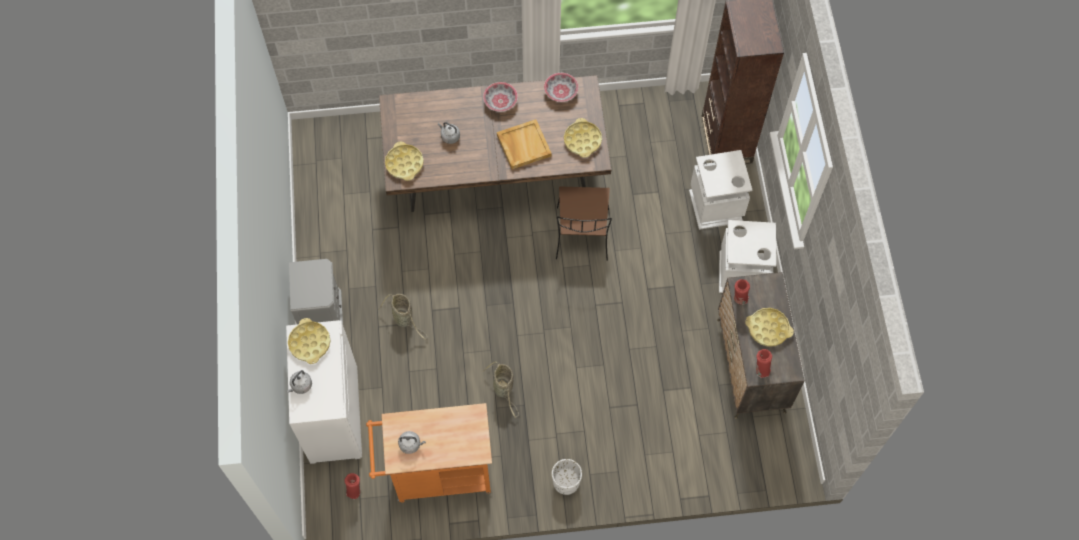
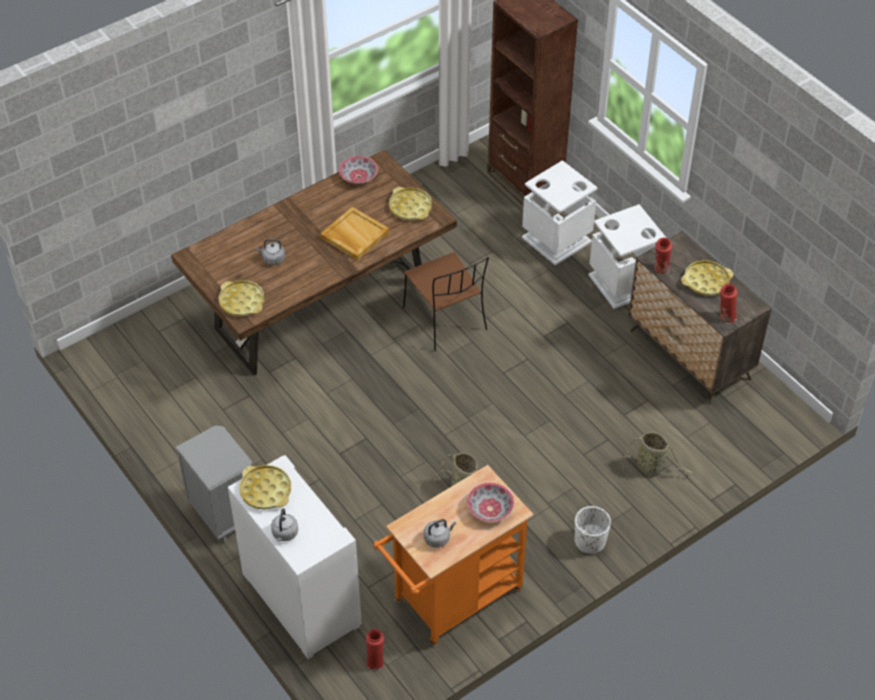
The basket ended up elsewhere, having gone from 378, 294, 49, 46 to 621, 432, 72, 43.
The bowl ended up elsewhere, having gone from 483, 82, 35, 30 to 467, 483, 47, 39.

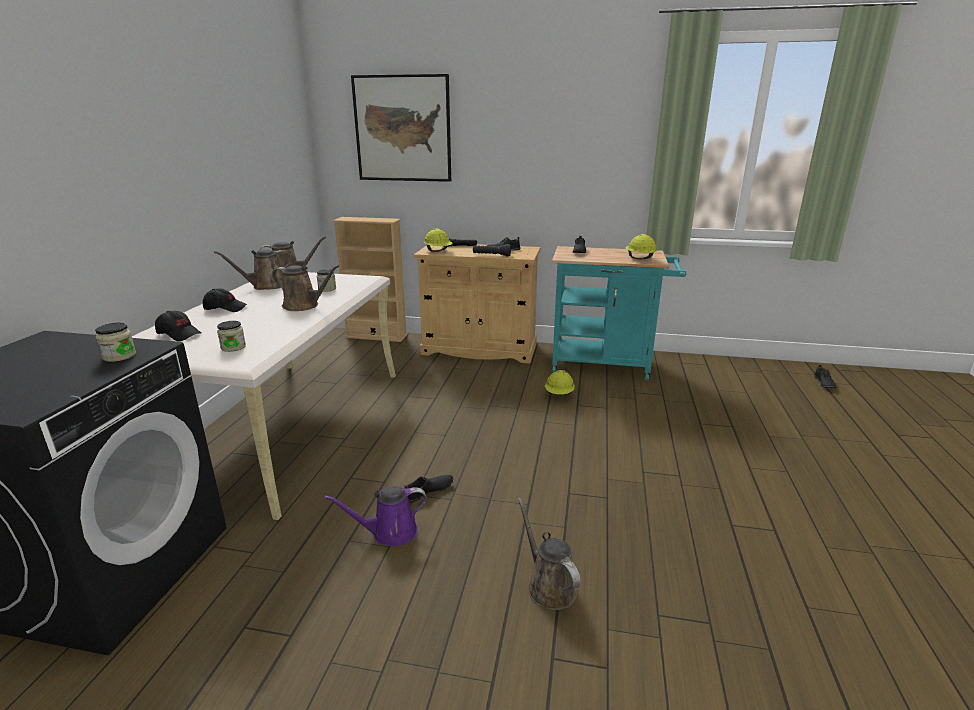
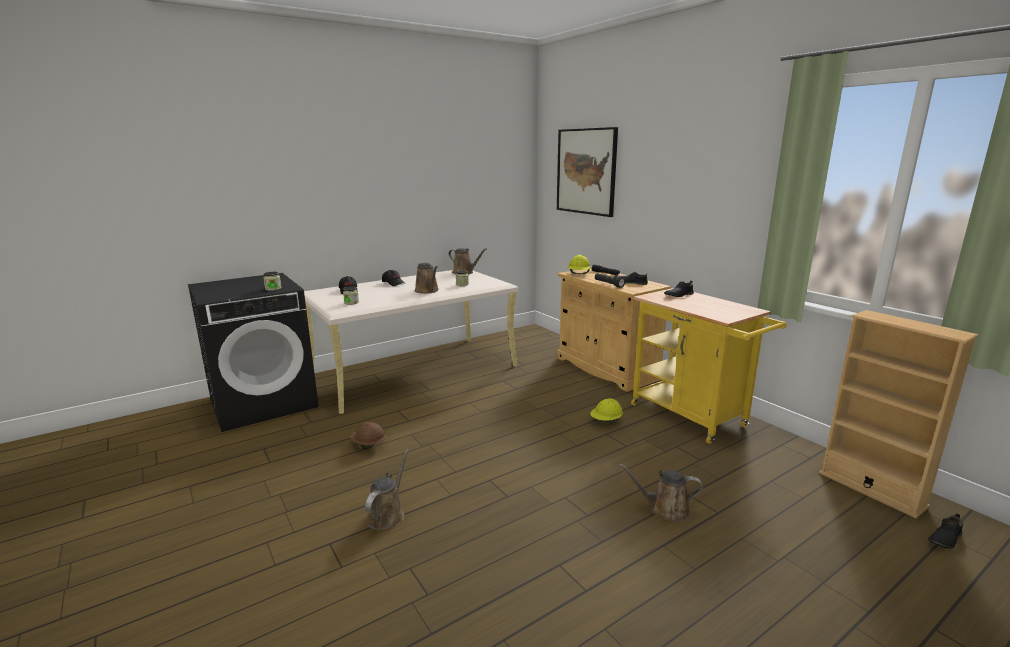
The brown watering can ended up elsewhere, having gone from 214, 249, 77, 41 to 619, 464, 84, 58.
Where the purple watering can stood at 324, 486, 103, 60, the brown hard hat came to stand at 351, 422, 35, 27.
The beige bookcase ended up elsewhere, having gone from 333, 217, 75, 125 to 819, 310, 160, 208.
The second view lost the black shoe at 404, 475, 49, 28.
What was the turquoise cart at 552, 246, 135, 135 turned into the yellow cart at 631, 288, 155, 156.
The second view lost the yellow hard hat at 626, 234, 31, 25.

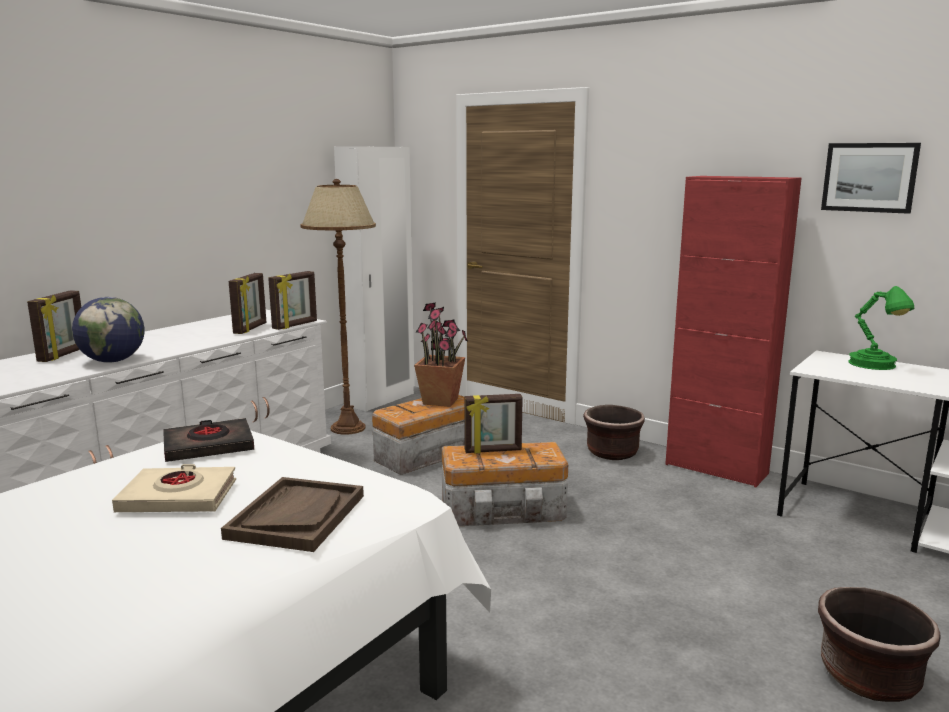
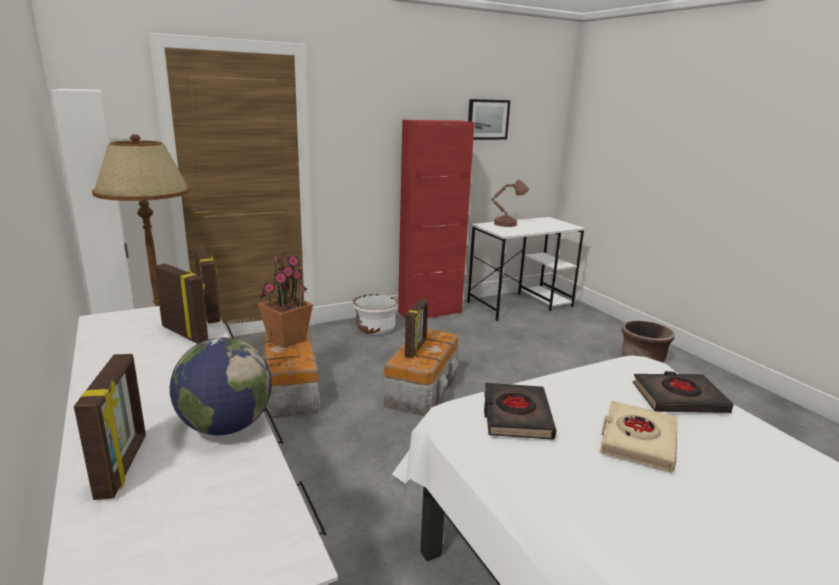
The picture frame at 27, 290, 54, 72 ended up facing another way, 45 degrees clockwise from before.
Where the brown tray stood at 221, 477, 143, 75, the black book came to stand at 633, 371, 101, 42.
What was the brown planter at 583, 405, 62, 55 turned into the white planter at 352, 294, 46, 41.
What was the green table lamp at 848, 286, 66, 84 turned into the brown table lamp at 491, 180, 38, 47.

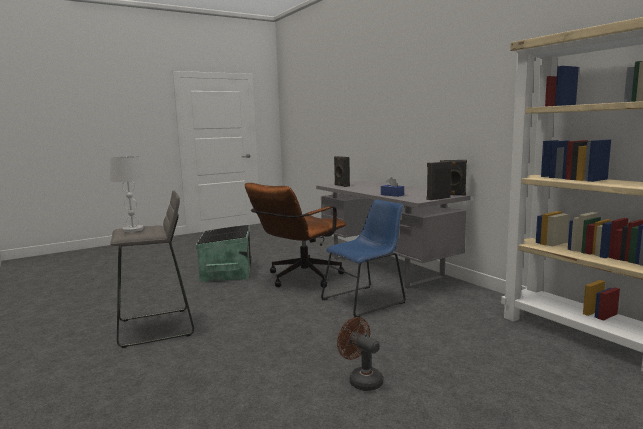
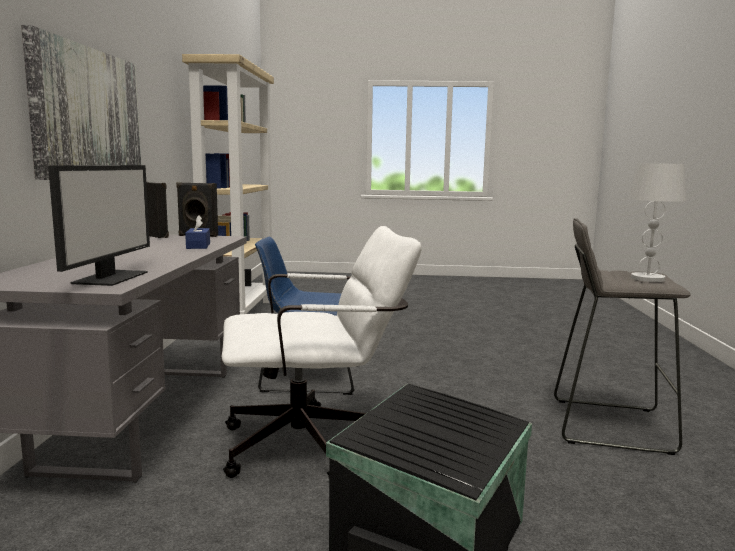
What was the brown office chair at 245, 183, 101, 104 turned into the white office chair at 222, 226, 200, 252.
Where the black speaker stood at 334, 156, 16, 31, the monitor came to stand at 48, 165, 102, 121.
The second view lost the brown fan at 337, 317, 46, 74.
The second view gained the picture at 21, 25, 120, 155.

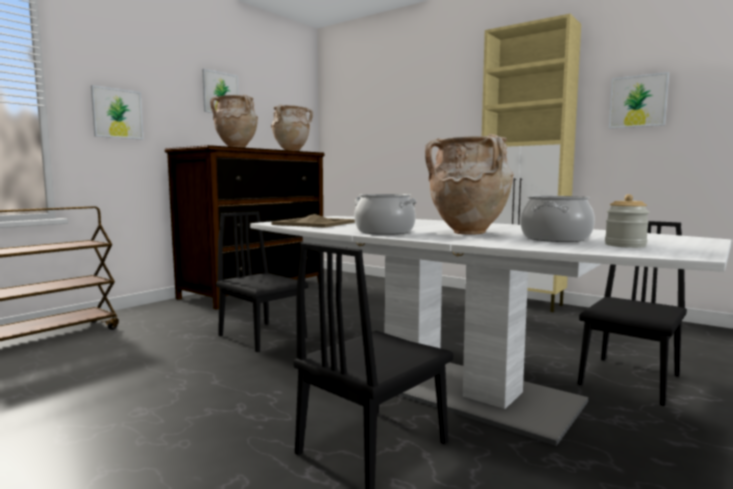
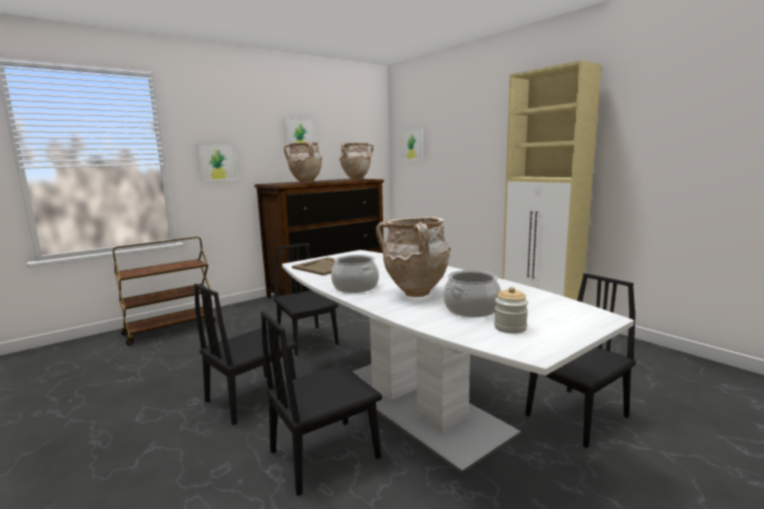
The picture ended up elsewhere, having gone from 609, 72, 60, 57 to 402, 128, 21, 32.
The second view gained the black chair at 194, 284, 103, 141.

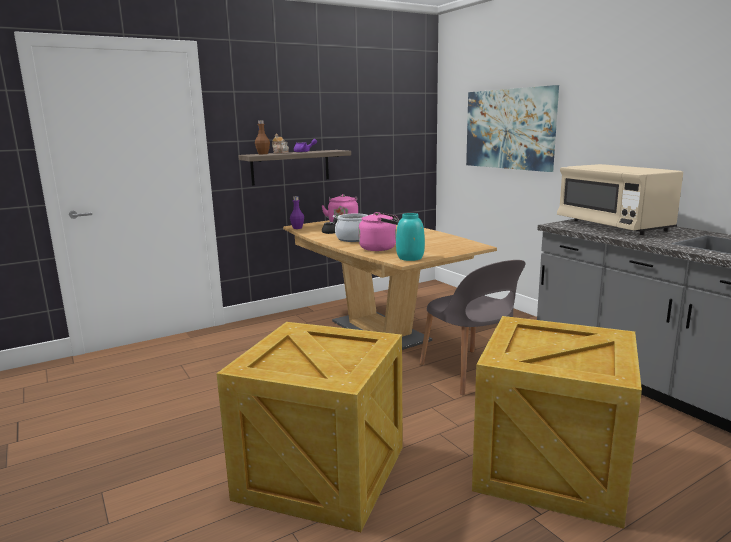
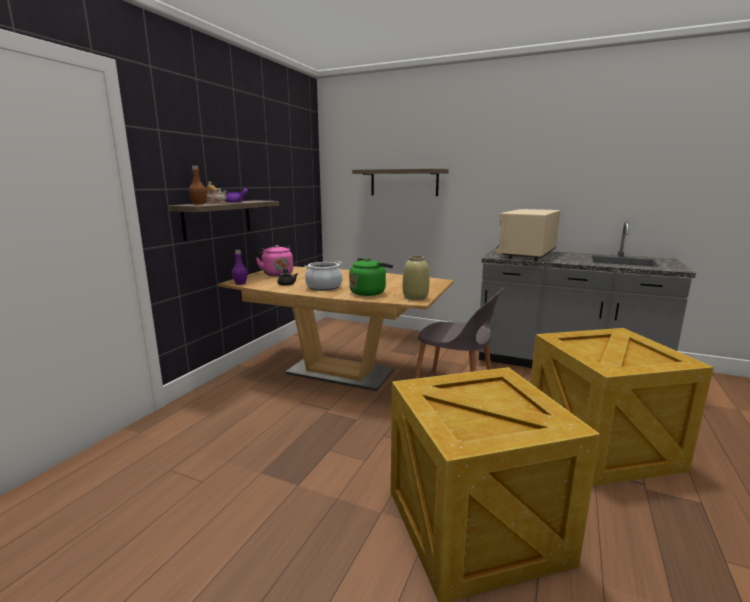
What was the pink kettle at 359, 212, 41, 39 turned into the green kettle at 349, 258, 44, 38.
What was the turquoise vase at 396, 213, 29, 48 turned into the beige vase at 403, 256, 26, 44.
Where the picture hung at 466, 85, 93, 87, the shelf came to hang at 352, 168, 97, 28.
The beige microwave at 557, 164, 126, 71 ended up facing another way, 90 degrees clockwise from before.

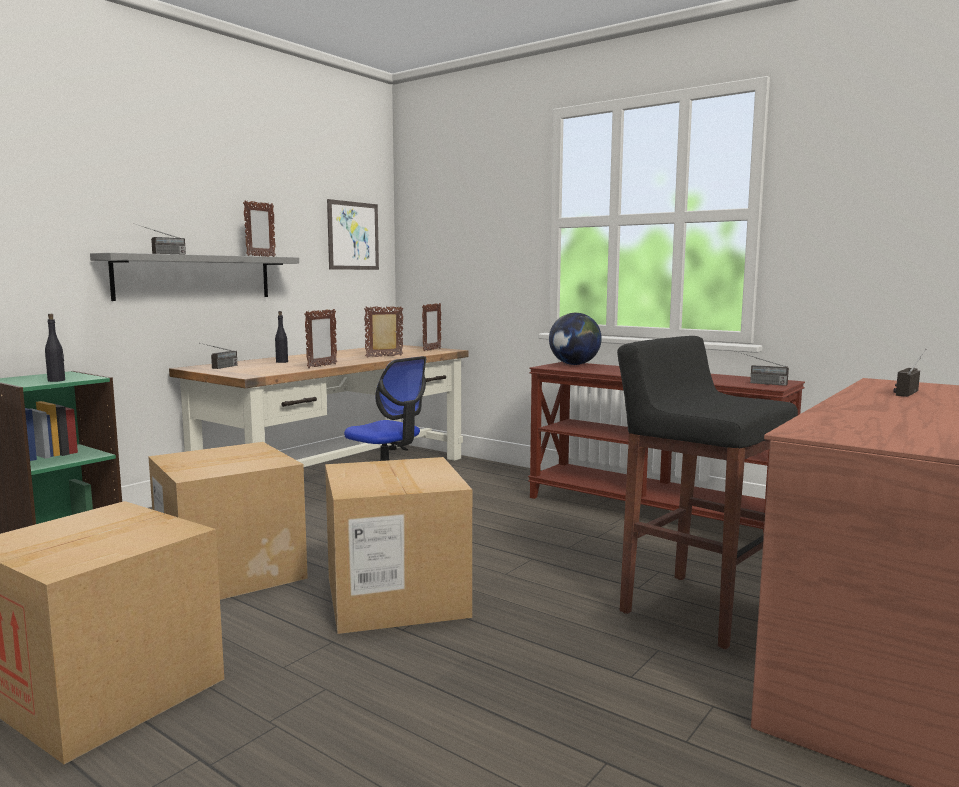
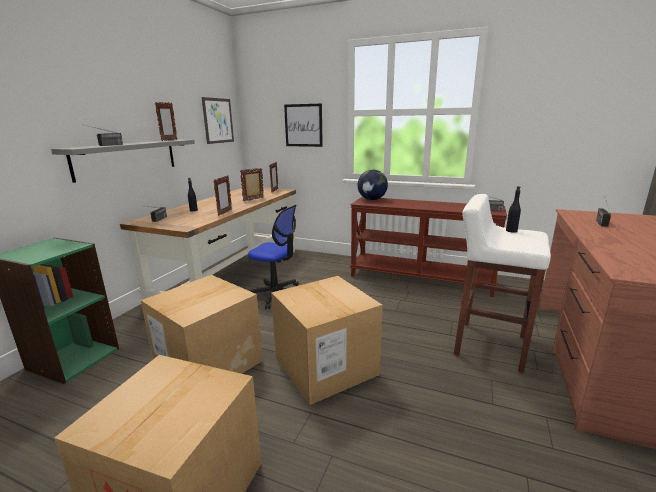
The black bottle ended up elsewhere, having gone from 45, 314, 20, 68 to 506, 186, 15, 47.
What was the black stool at 617, 336, 181, 313 turned into the white stool at 454, 194, 97, 179.
The second view gained the picture at 284, 104, 39, 43.

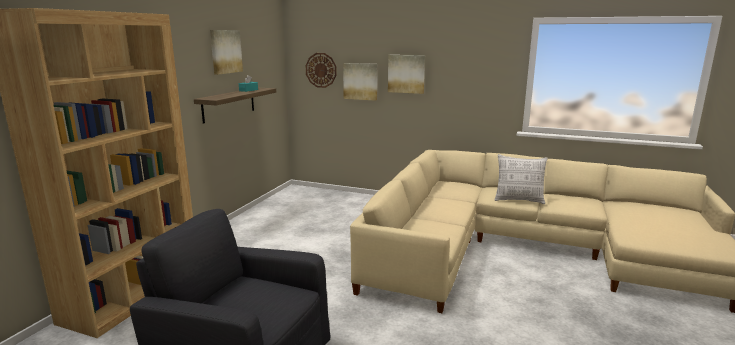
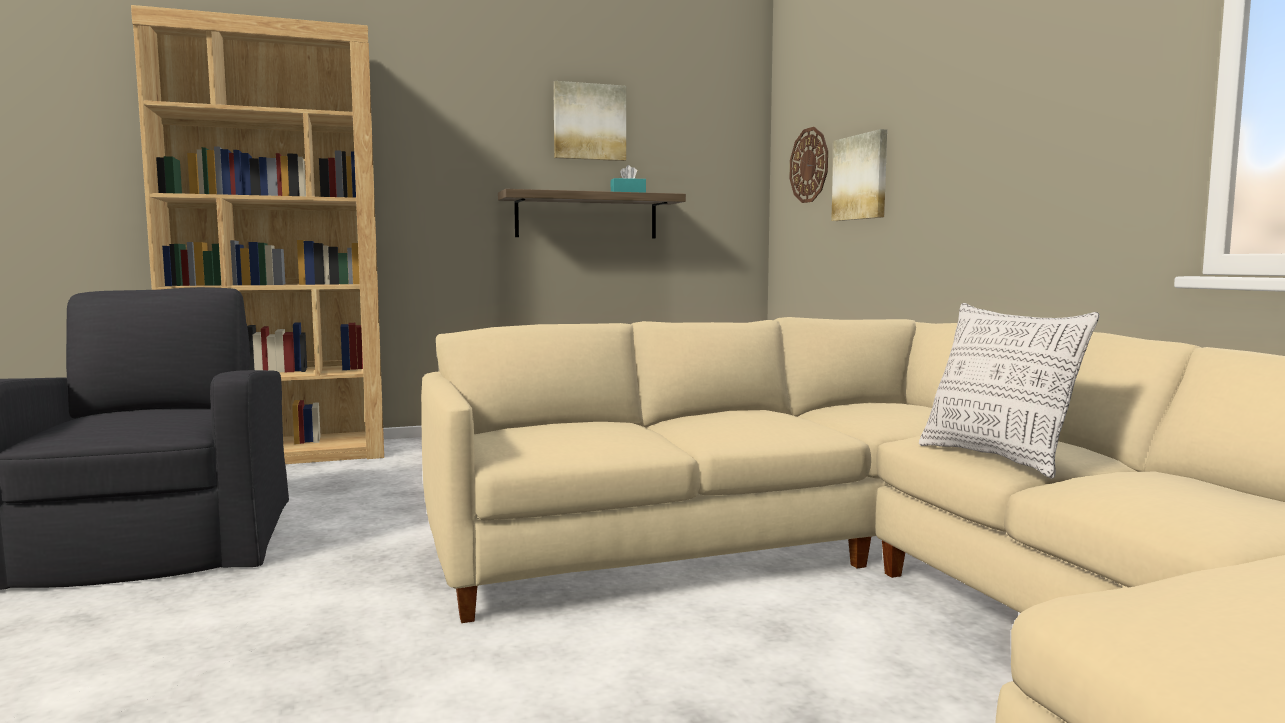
The second view lost the picture at 388, 55, 37, 39.

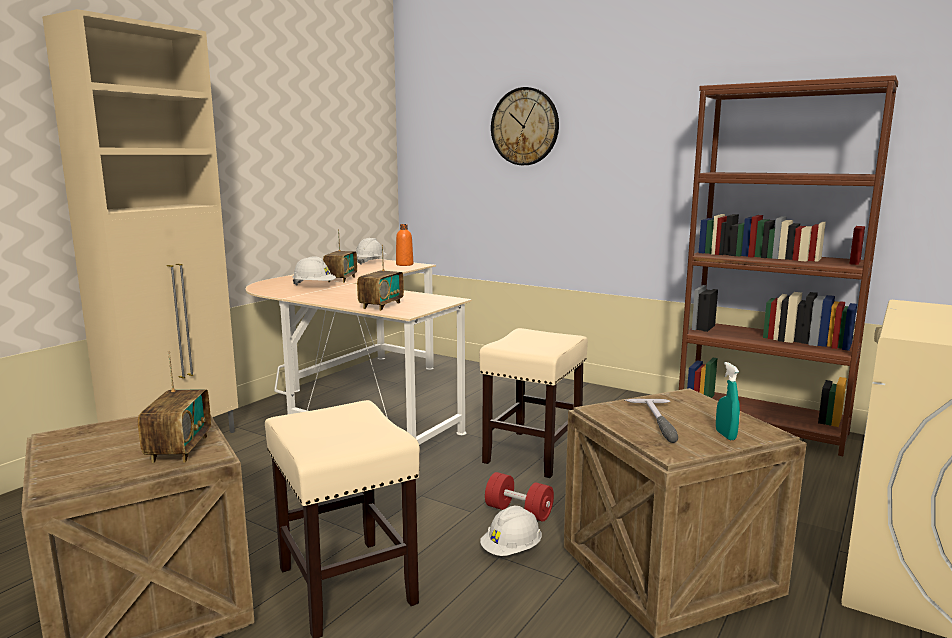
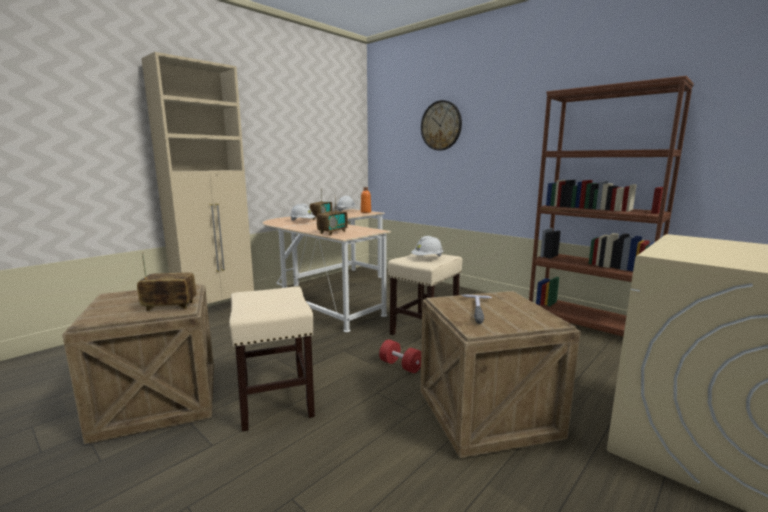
The radio at 138, 351, 73, 112 ended up facing another way, 105 degrees counterclockwise from before.
The white hard hat ended up elsewhere, having gone from 480, 506, 62, 50 to 411, 236, 32, 20.
The second view lost the turquoise spray bottle at 716, 362, 24, 78.

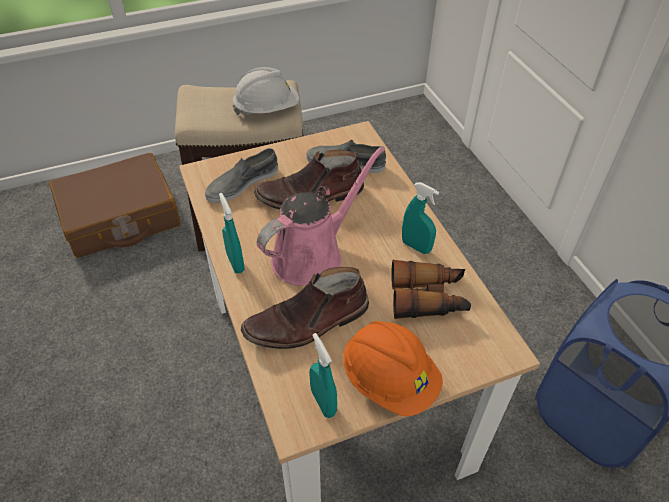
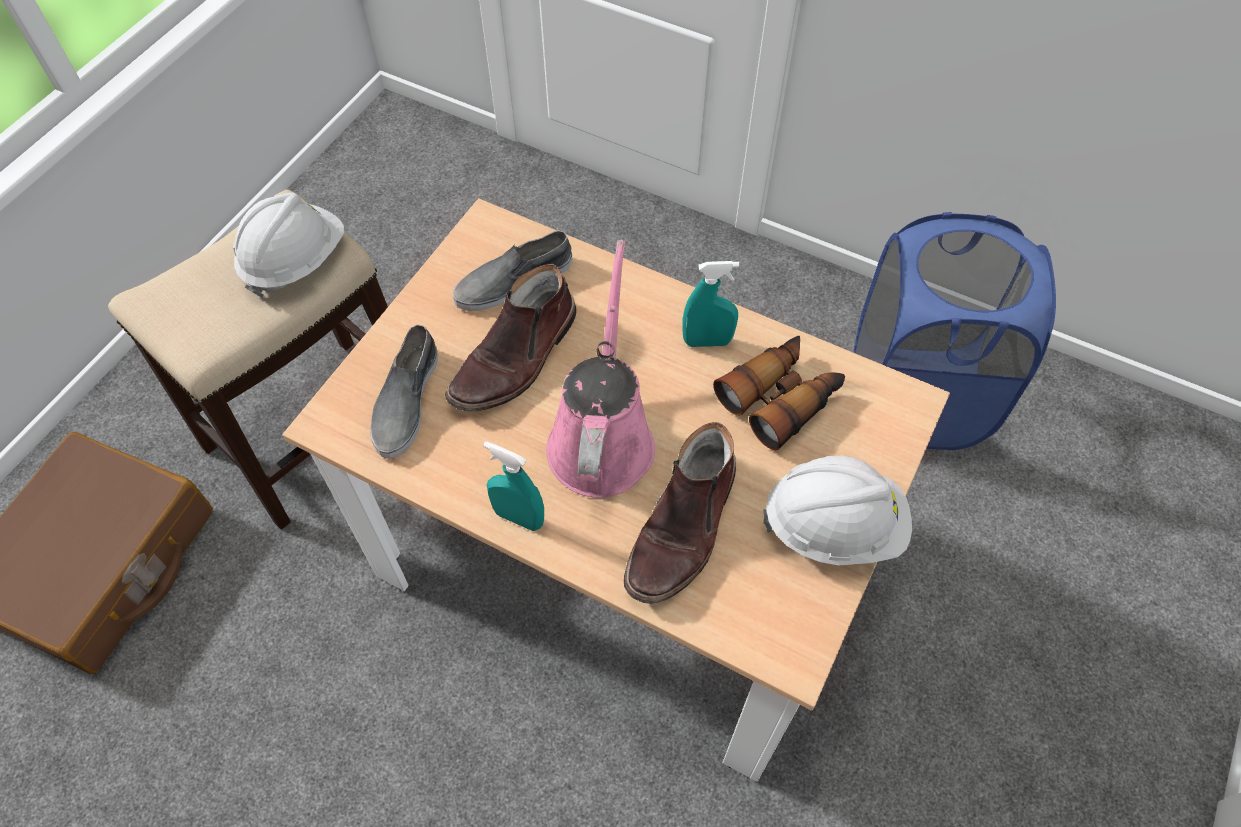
The second view lost the turquoise spray bottle at 309, 333, 28, 85.
What was the orange hard hat at 343, 321, 100, 95 turned into the white hard hat at 763, 456, 149, 109.

